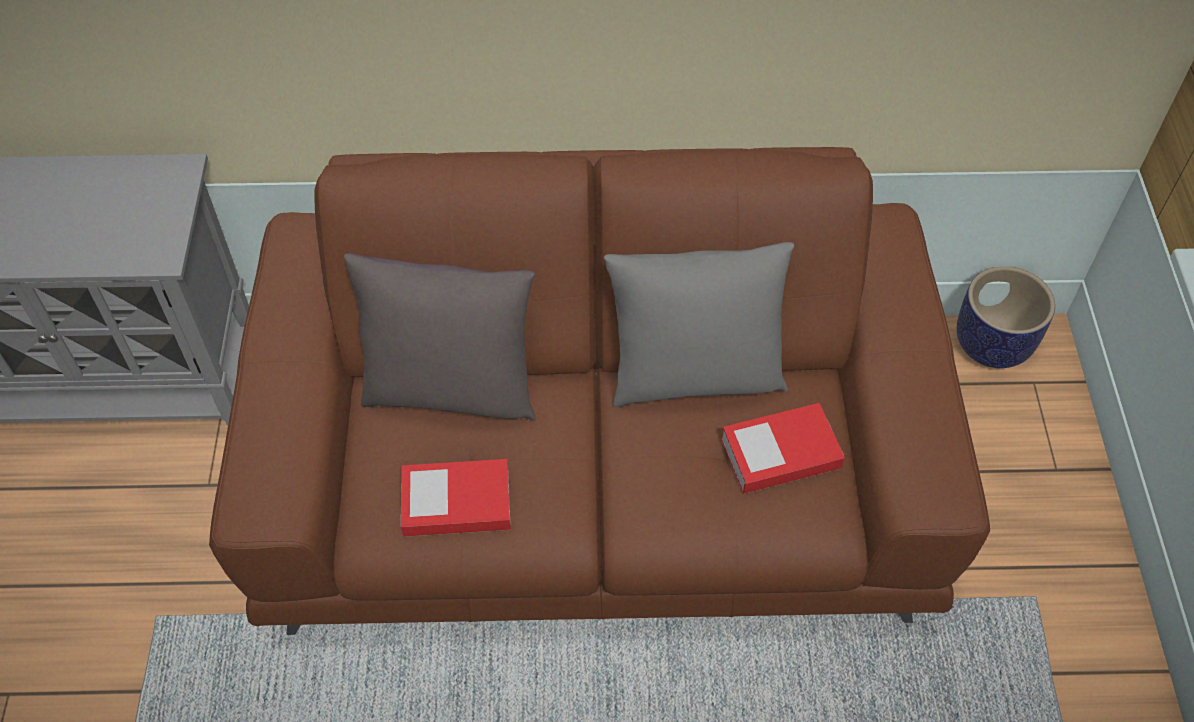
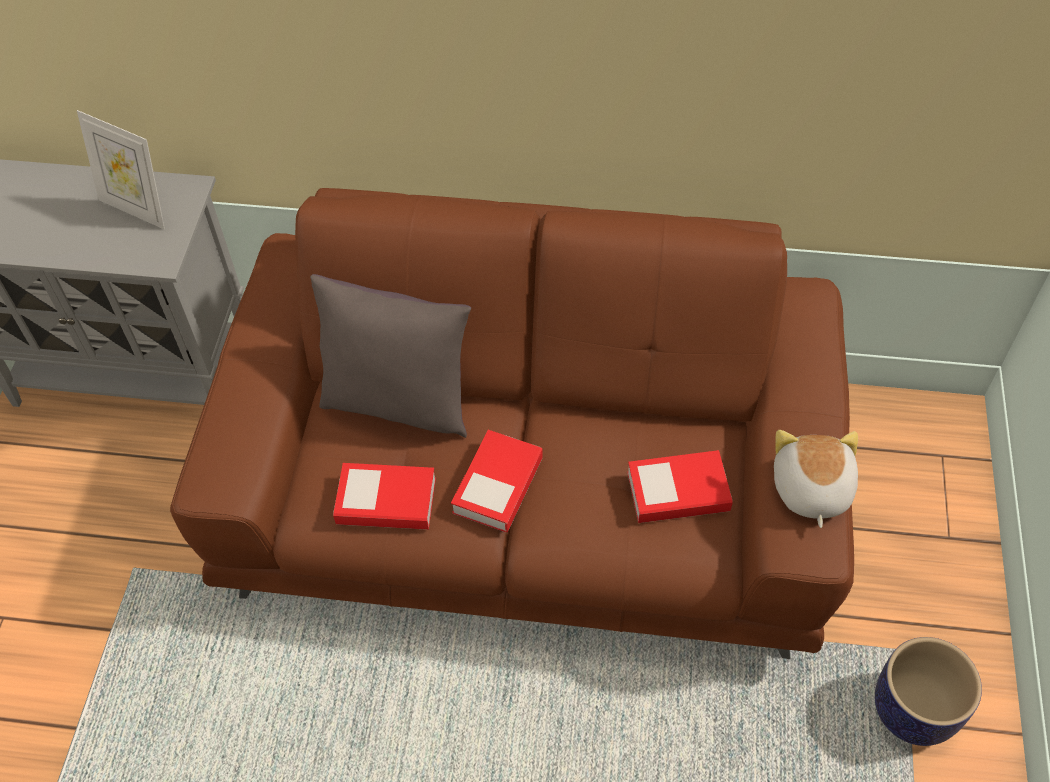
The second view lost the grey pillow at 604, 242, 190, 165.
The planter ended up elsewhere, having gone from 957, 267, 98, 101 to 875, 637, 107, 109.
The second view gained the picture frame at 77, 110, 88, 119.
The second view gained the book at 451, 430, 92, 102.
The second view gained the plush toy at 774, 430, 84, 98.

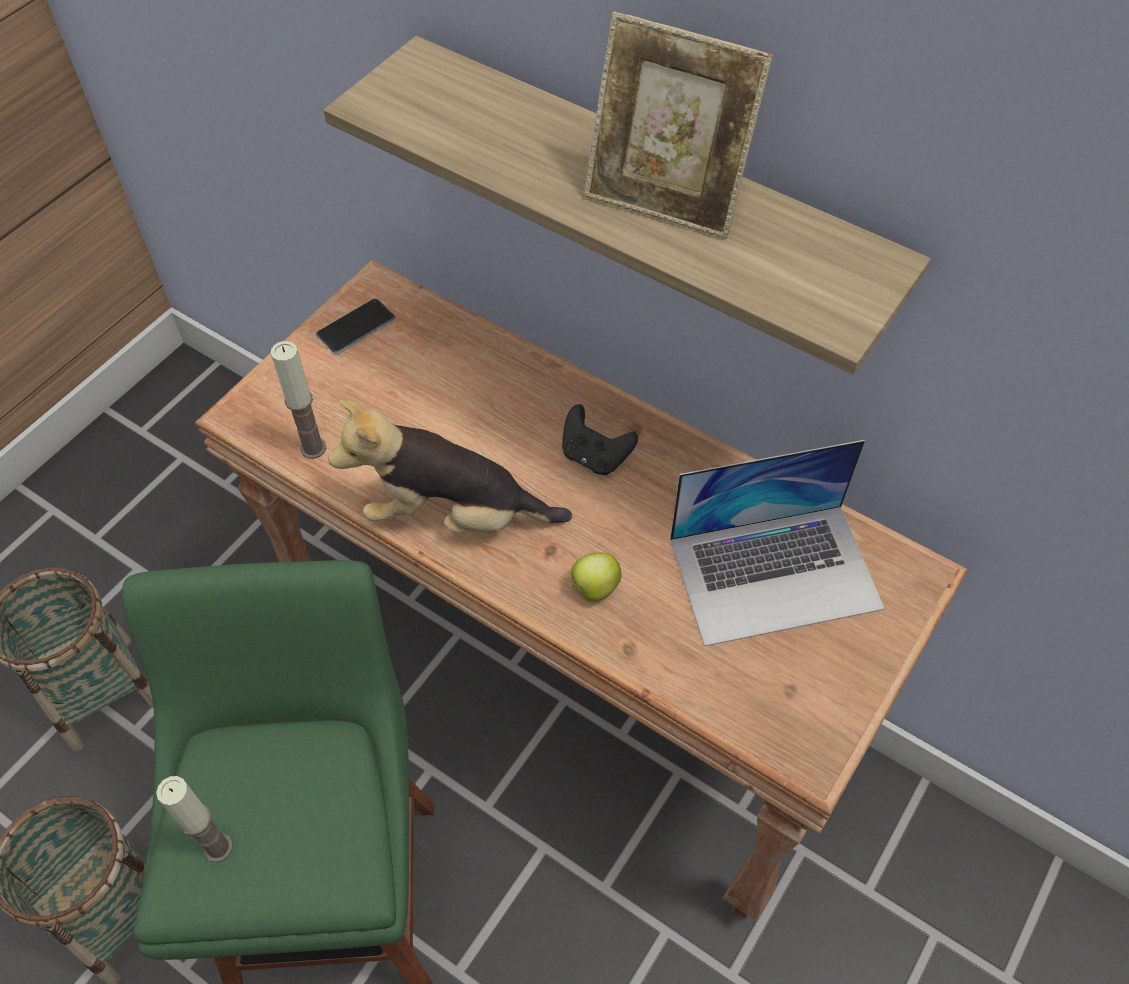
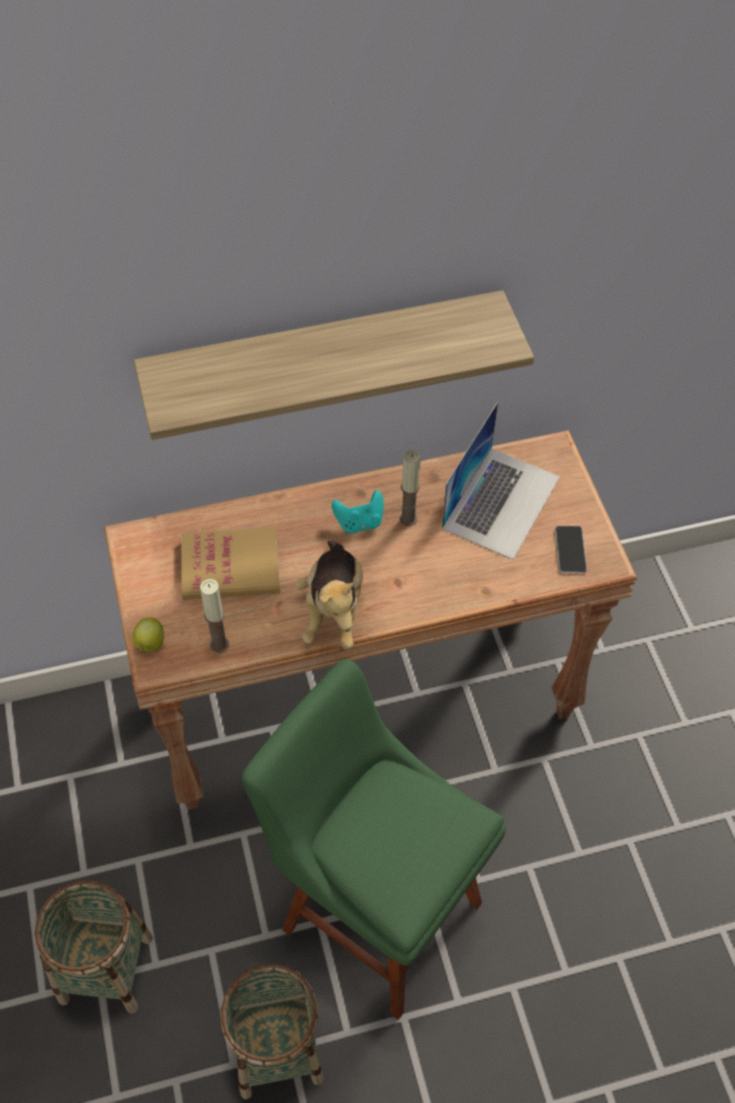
The candle ended up elsewhere, having gone from 156, 776, 77, 86 to 400, 450, 21, 76.
The phone ended up elsewhere, having gone from 316, 299, 79, 56 to 555, 526, 32, 47.
The plush toy at 328, 400, 244, 133 ended up facing another way, 45 degrees counterclockwise from before.
What was the black game controller at 562, 404, 76, 71 turned into the turquoise game controller at 332, 490, 52, 43.
The apple ended up elsewhere, having gone from 569, 552, 52, 50 to 132, 617, 32, 35.
The second view lost the picture frame at 584, 11, 189, 228.
The second view gained the book at 181, 527, 99, 73.

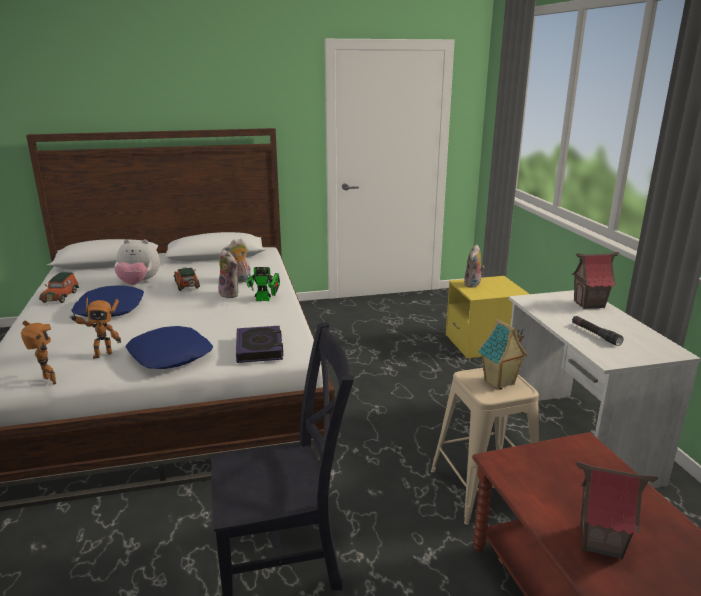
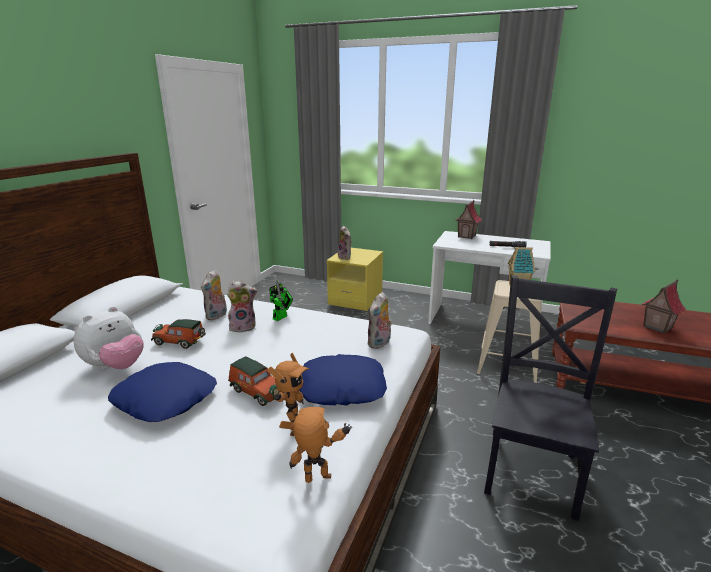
The toy car ended up elsewhere, having gone from 39, 272, 40, 31 to 228, 356, 57, 50.
Where the book stood at 236, 326, 47, 37, the plush toy came to stand at 367, 292, 25, 57.

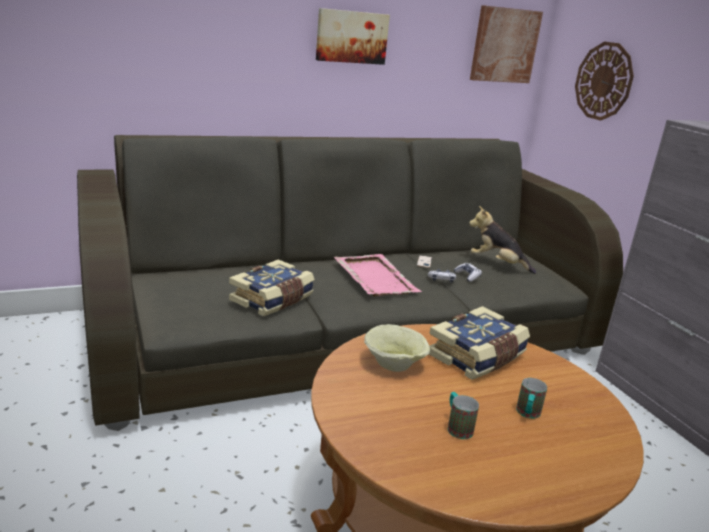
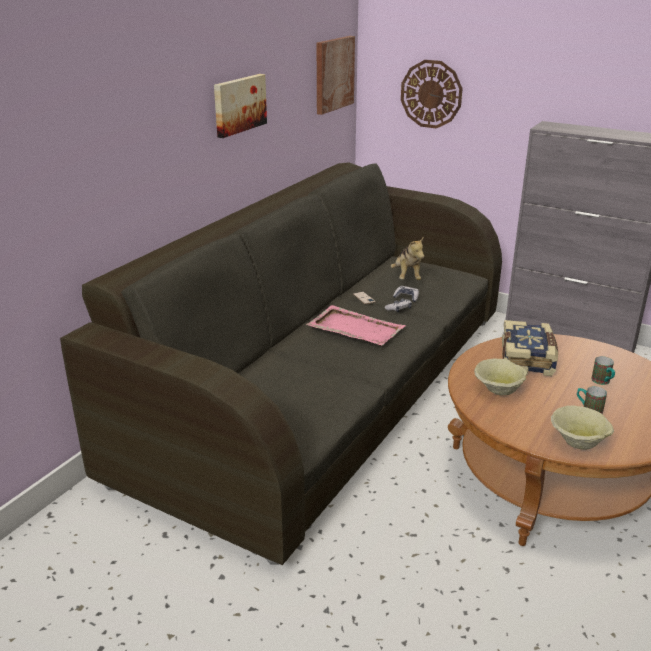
The second view lost the book at 229, 259, 86, 57.
The plush toy at 469, 206, 67, 68 ended up facing another way, 90 degrees counterclockwise from before.
The second view gained the beige bowl at 551, 405, 63, 45.

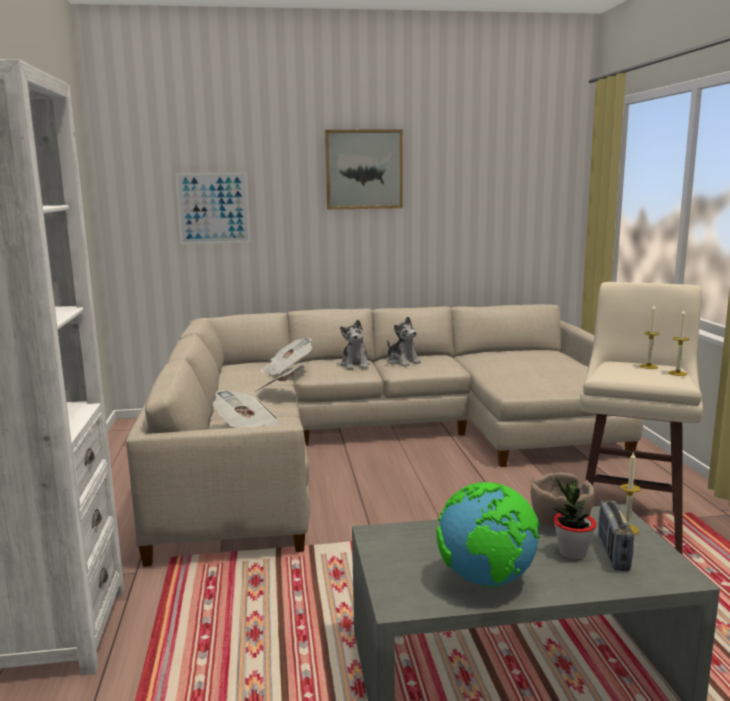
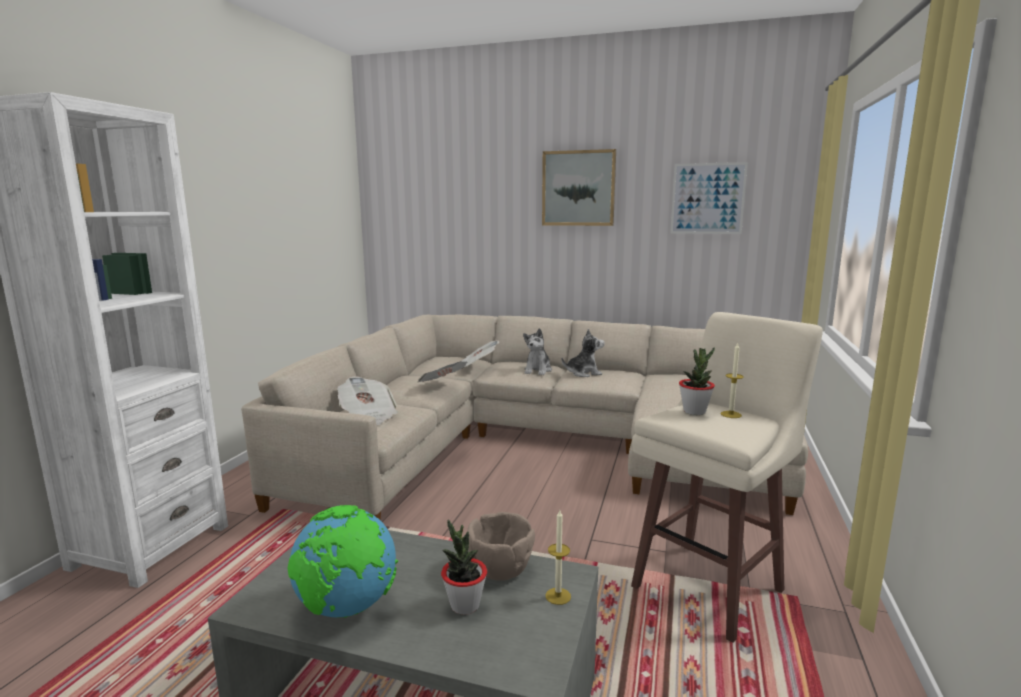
The picture ended up elsewhere, having gone from 175, 172, 76, 72 to 670, 162, 78, 72.
The plush toy at 387, 317, 34, 49 ended up facing another way, 90 degrees counterclockwise from before.
The second view lost the radio at 598, 500, 36, 71.
The second view lost the candle at 668, 310, 21, 66.
The second view gained the potted plant at 679, 348, 36, 67.

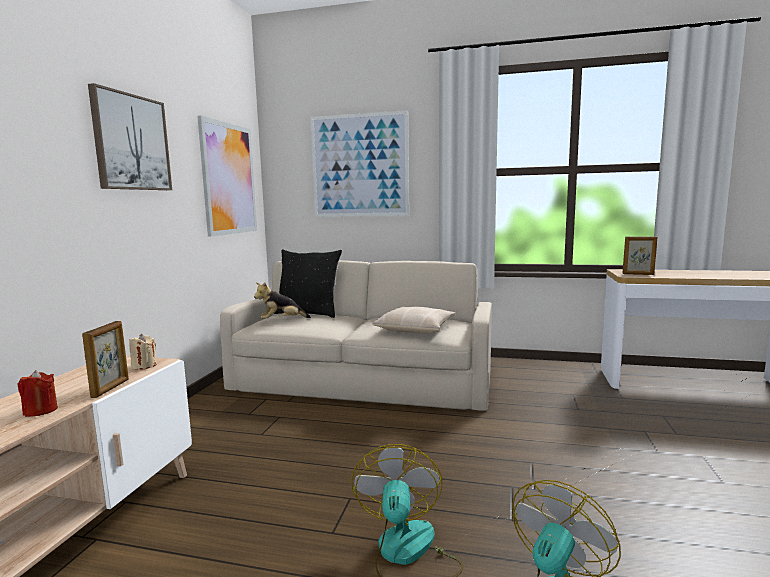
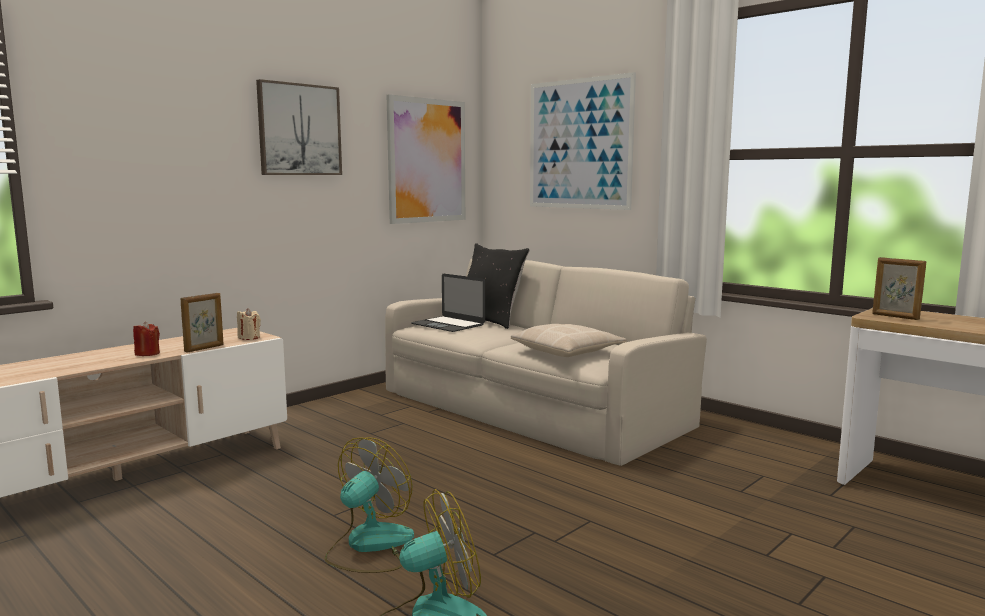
Where the plush toy stood at 254, 282, 57, 37, the laptop came to stand at 411, 274, 74, 58.

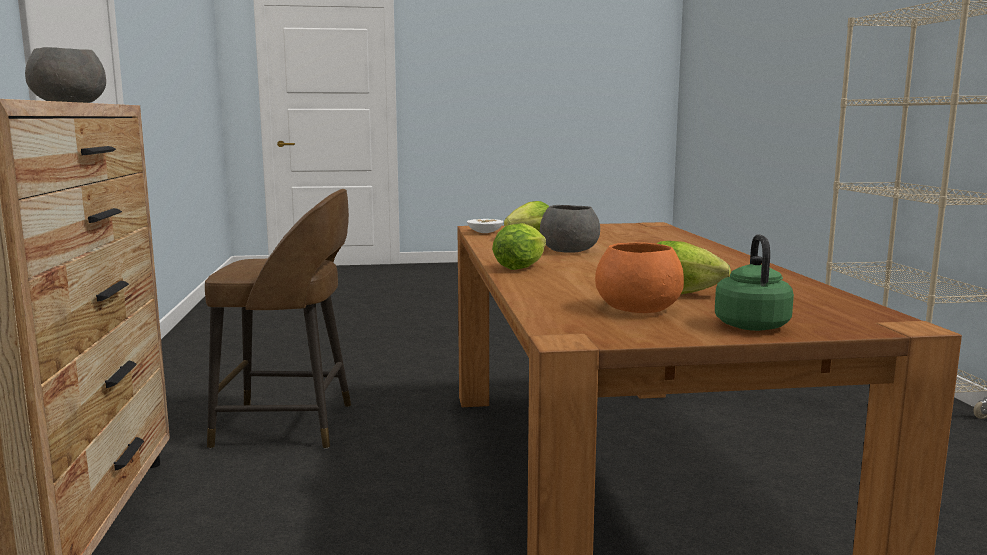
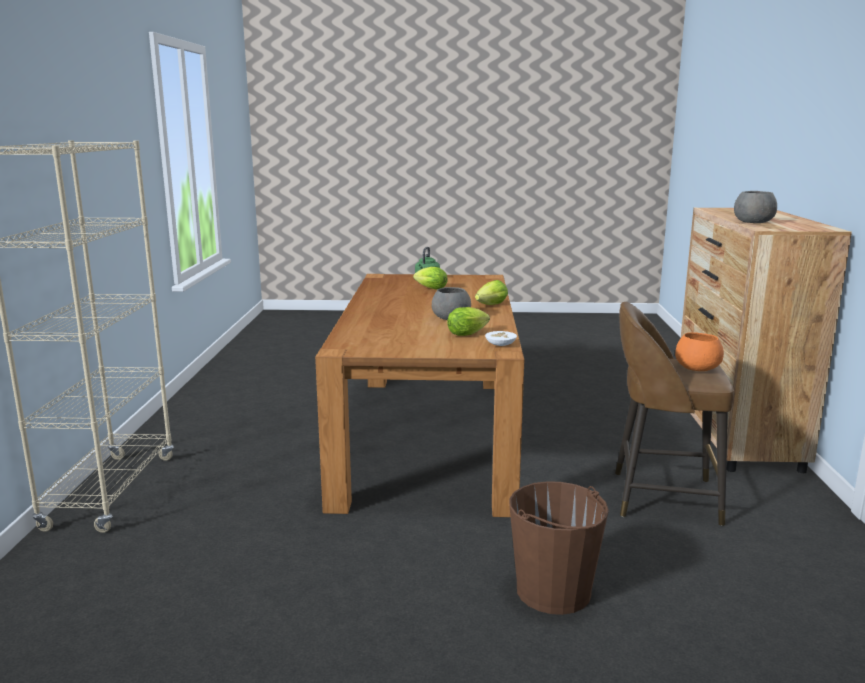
The orange bowl ended up elsewhere, having gone from 595, 243, 89, 70 to 675, 332, 49, 39.
The second view gained the brown bucket at 509, 481, 100, 134.

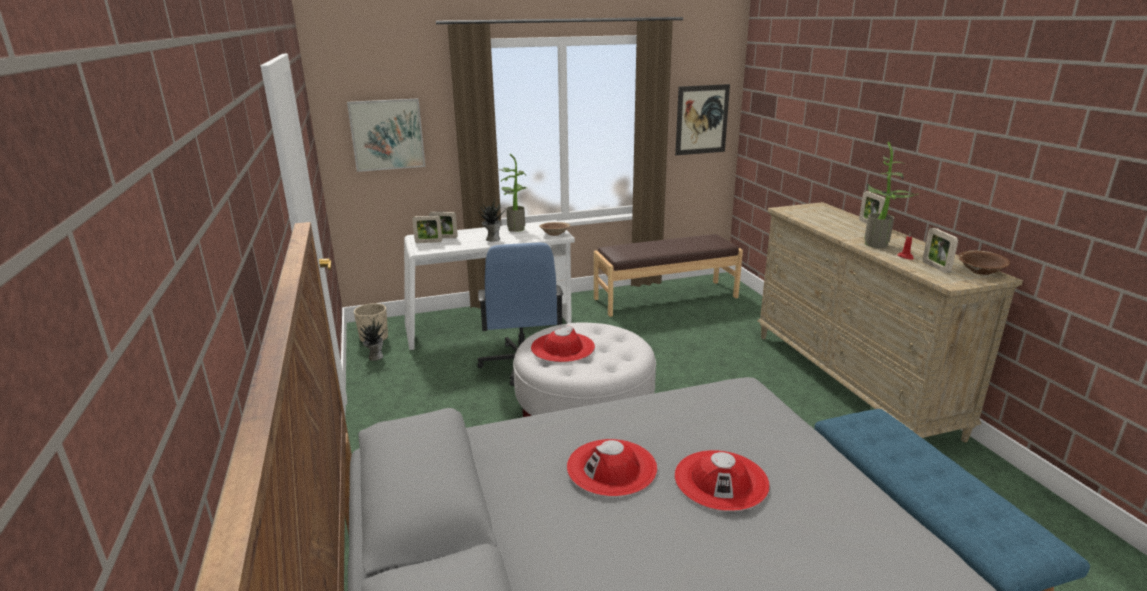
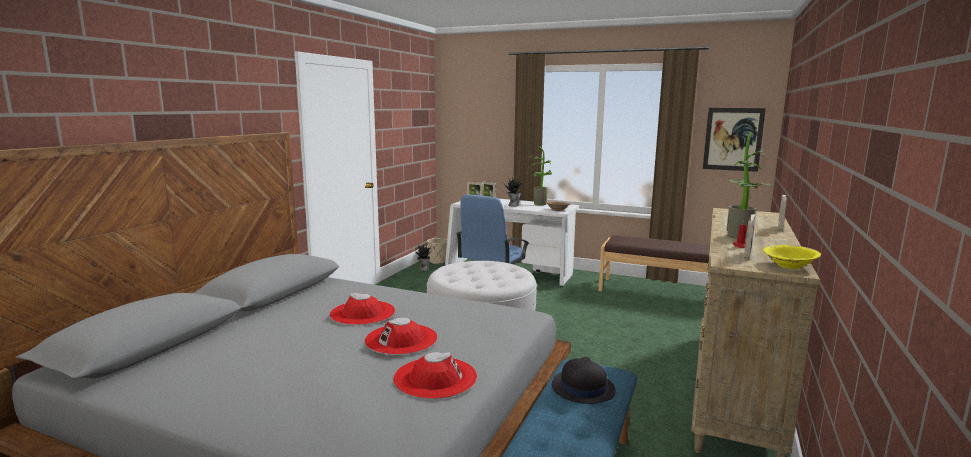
The second view lost the picture at 347, 98, 78, 74.
The red hat ended up elsewhere, having gone from 531, 325, 64, 37 to 393, 352, 84, 47.
What was the brown bowl at 958, 250, 52, 25 turned into the yellow bowl at 763, 245, 58, 24.
The second view gained the black hat at 552, 357, 64, 47.

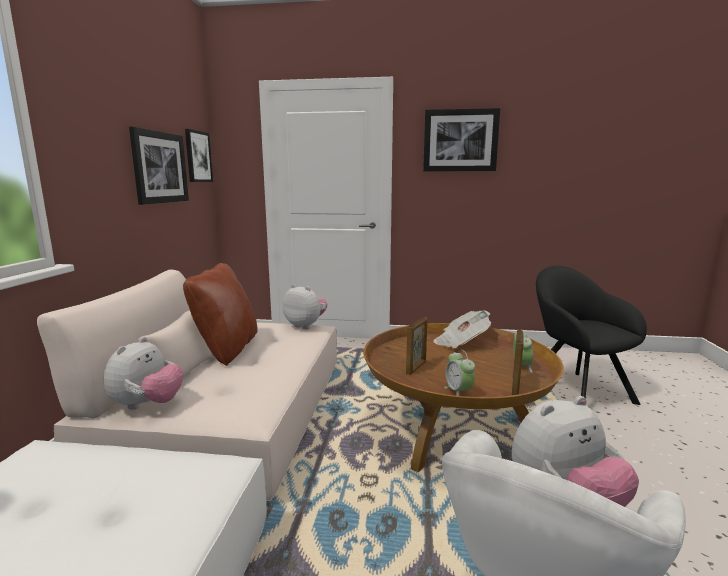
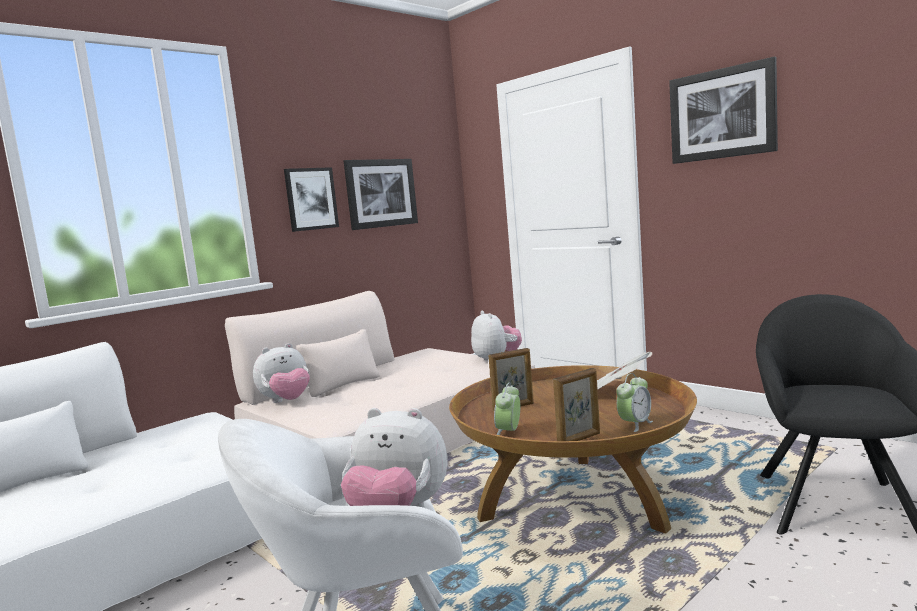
The second view lost the brown pillow at 183, 263, 75, 103.
The picture ended up elsewhere, having gone from 185, 129, 28, 53 to 284, 167, 55, 65.

